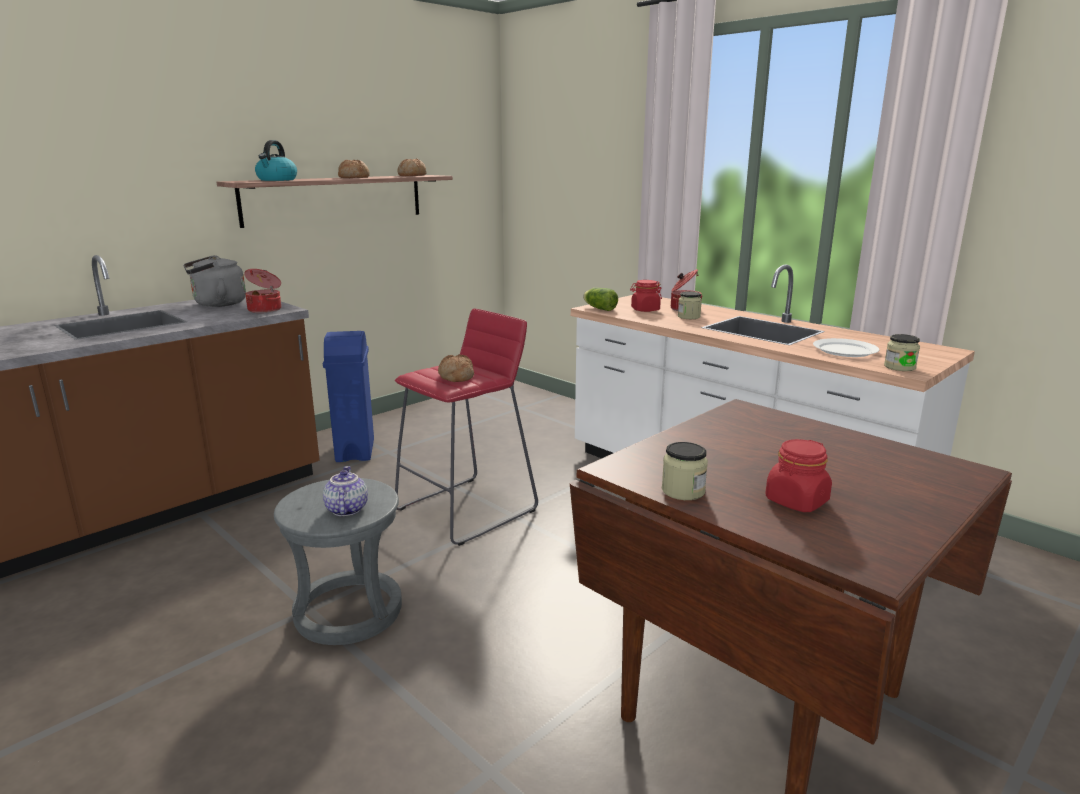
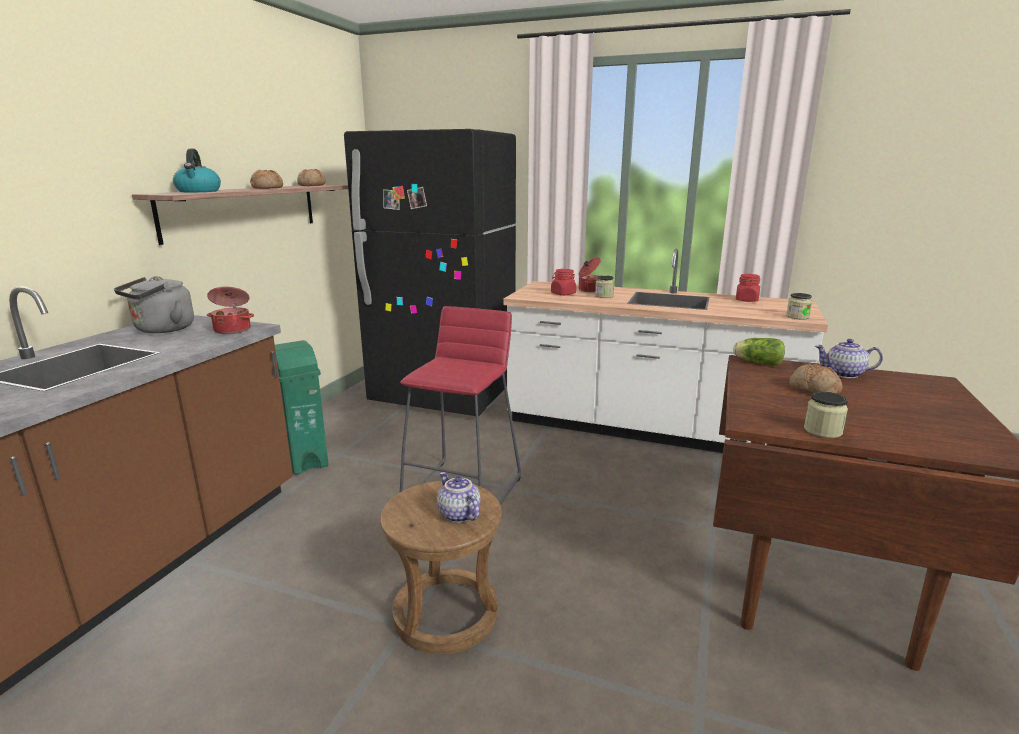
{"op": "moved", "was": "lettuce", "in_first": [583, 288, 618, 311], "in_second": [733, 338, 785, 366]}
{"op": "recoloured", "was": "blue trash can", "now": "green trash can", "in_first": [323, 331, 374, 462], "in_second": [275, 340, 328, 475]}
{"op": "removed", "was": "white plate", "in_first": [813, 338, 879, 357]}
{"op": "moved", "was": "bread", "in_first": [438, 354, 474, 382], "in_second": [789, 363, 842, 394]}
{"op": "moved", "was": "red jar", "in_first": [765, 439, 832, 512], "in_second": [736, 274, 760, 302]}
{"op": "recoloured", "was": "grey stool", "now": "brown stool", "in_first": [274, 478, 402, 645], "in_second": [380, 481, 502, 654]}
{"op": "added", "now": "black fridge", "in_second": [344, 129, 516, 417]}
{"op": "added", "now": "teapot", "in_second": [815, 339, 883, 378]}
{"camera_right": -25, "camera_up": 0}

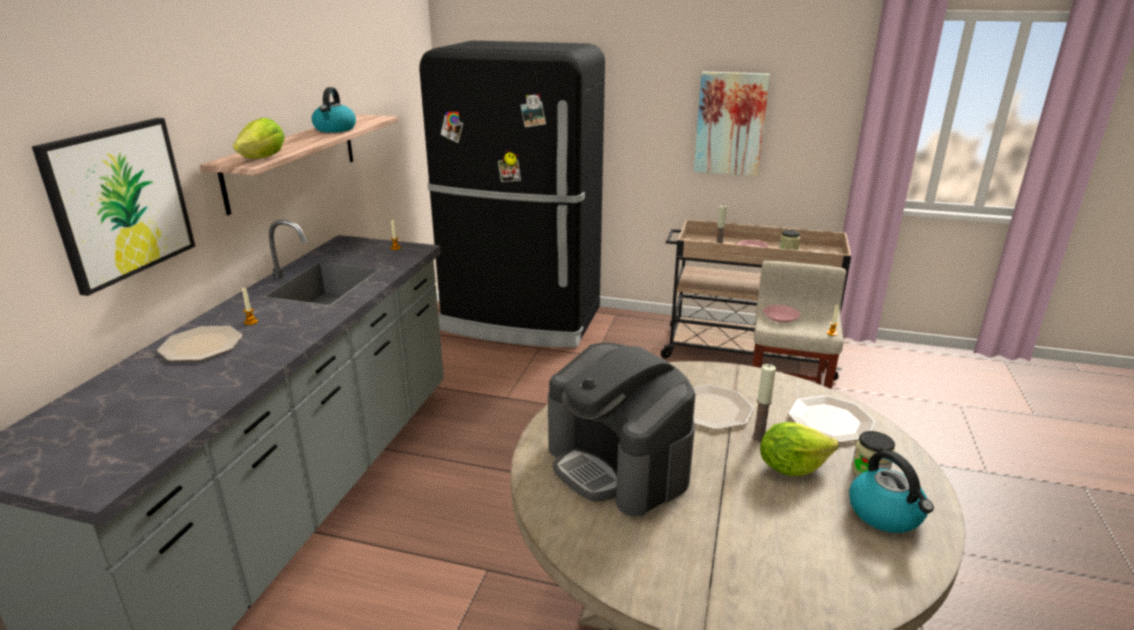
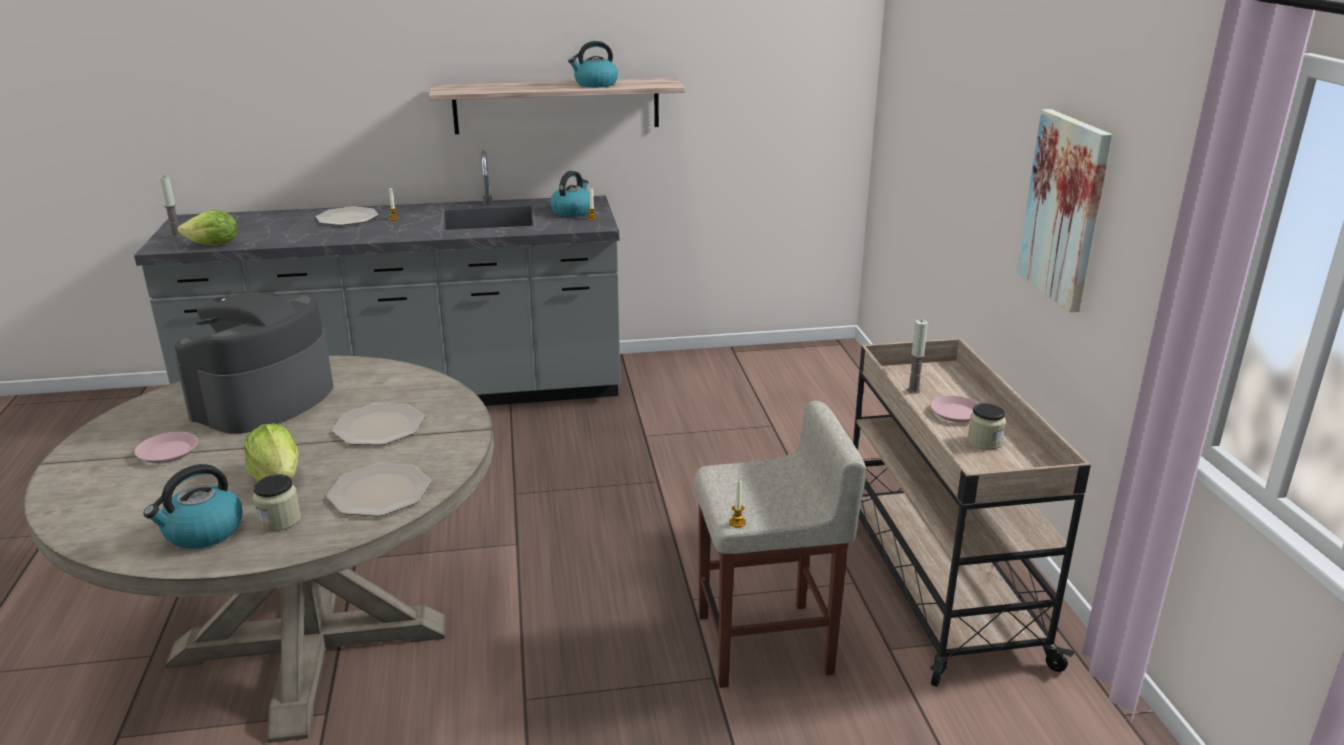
{"op": "removed", "was": "black fridge", "in_first": [419, 41, 605, 348]}
{"op": "removed", "was": "picture", "in_first": [32, 118, 195, 296]}
{"op": "moved", "was": "lettuce", "in_first": [233, 118, 285, 159], "in_second": [178, 210, 238, 245]}
{"op": "moved", "was": "pink plate", "in_first": [763, 305, 800, 323], "in_second": [134, 432, 198, 464]}
{"op": "moved", "was": "candle", "in_first": [752, 364, 776, 441], "in_second": [159, 175, 182, 238]}
{"op": "added", "now": "kettle", "in_second": [550, 171, 590, 217]}
{"camera_right": 65, "camera_up": 0}

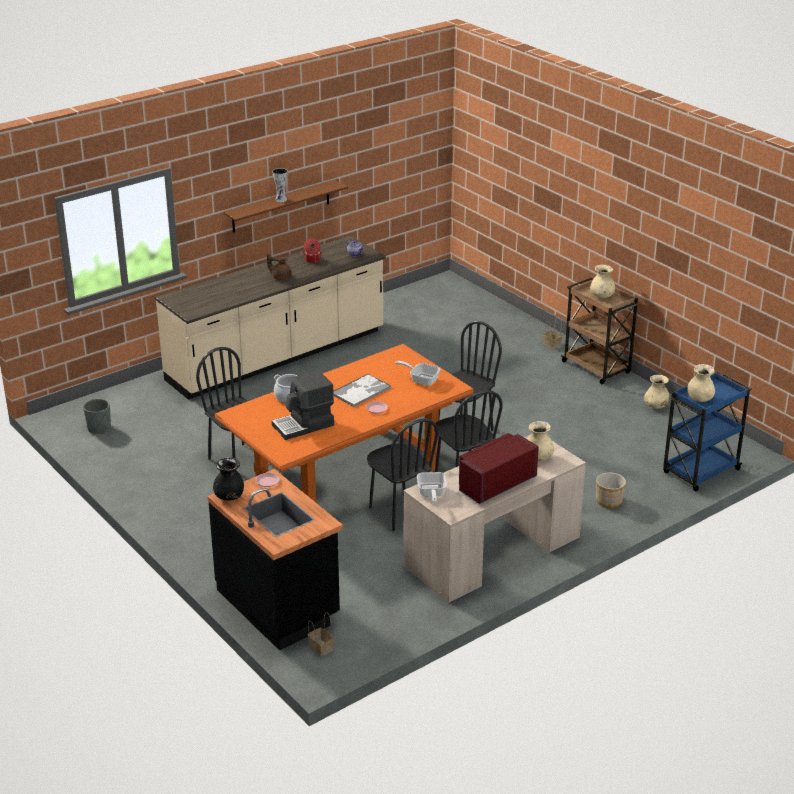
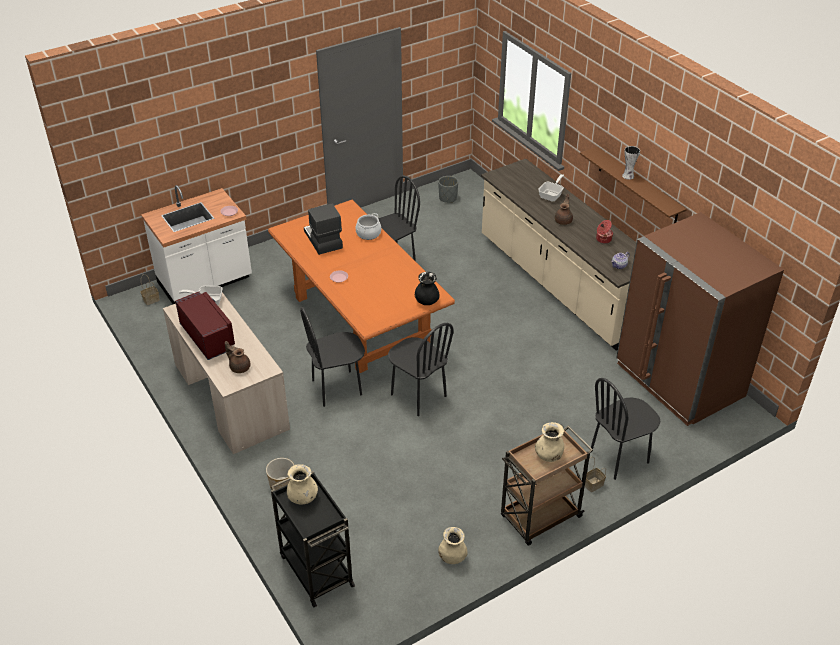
{"op": "moved", "was": "frying pan", "in_first": [395, 361, 440, 386], "in_second": [538, 174, 564, 202]}
{"op": "recoloured", "was": "blue cart", "now": "black cart", "in_first": [663, 372, 752, 492], "in_second": [271, 471, 356, 607]}
{"op": "removed", "was": "tray", "in_first": [333, 373, 392, 407]}
{"op": "moved", "was": "black chair", "in_first": [367, 419, 438, 531], "in_second": [591, 378, 660, 480]}
{"op": "replaced", "was": "beige vase", "now": "brown teapot", "in_first": [527, 421, 554, 461], "in_second": [225, 341, 250, 373]}
{"op": "moved", "was": "black vase", "in_first": [213, 458, 244, 501], "in_second": [415, 272, 439, 305]}
{"op": "recoloured", "was": "black counter", "now": "white counter", "in_first": [207, 469, 343, 650], "in_second": [141, 185, 252, 304]}
{"op": "added", "now": "brown fridge", "in_second": [616, 212, 784, 426]}
{"camera_right": 95, "camera_up": 10}

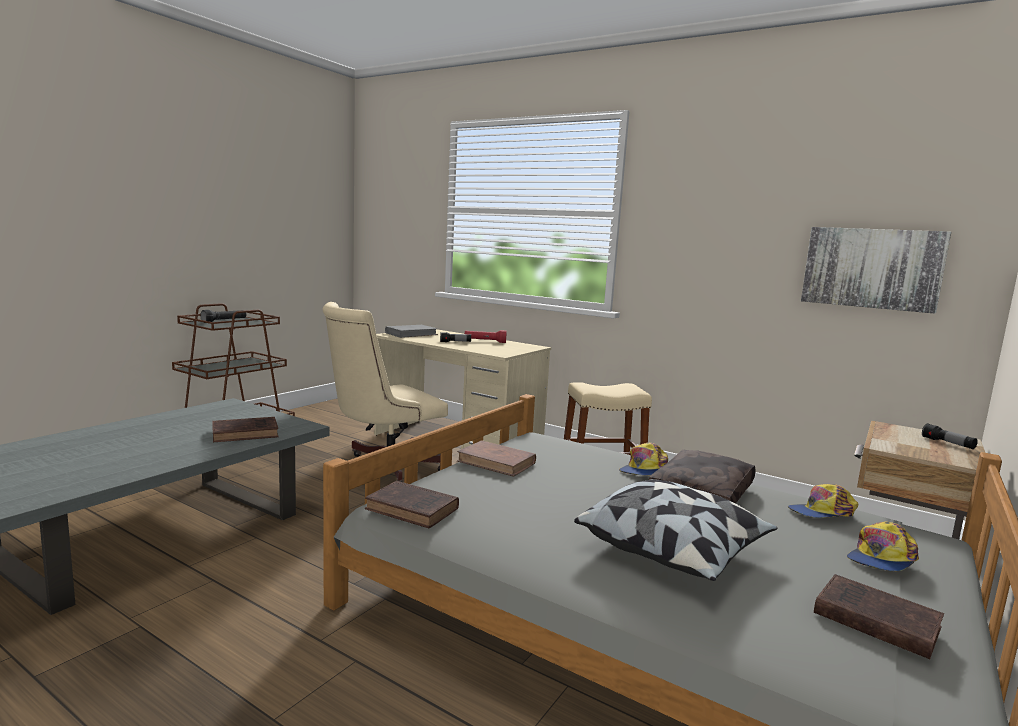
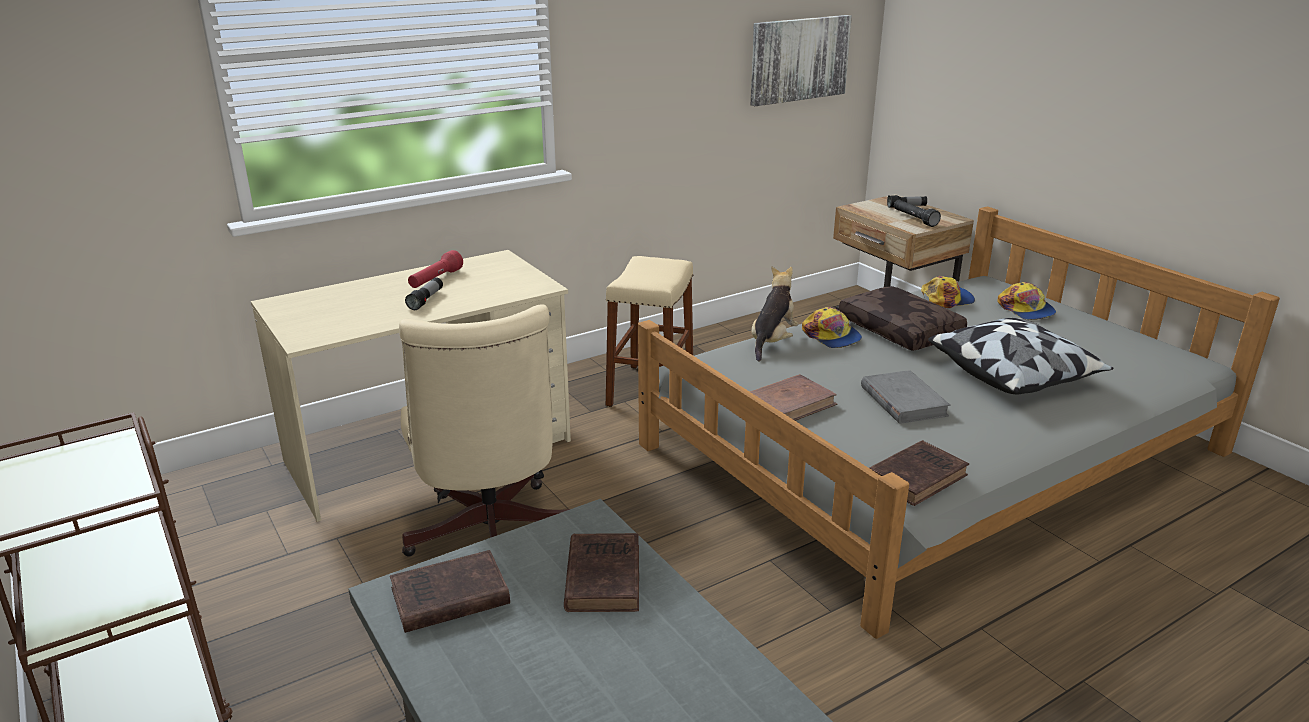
{"op": "moved", "was": "black flashlight", "in_first": [200, 310, 246, 323], "in_second": [894, 200, 941, 227]}
{"op": "moved", "was": "grey book", "in_first": [385, 325, 438, 338], "in_second": [861, 370, 951, 424]}
{"op": "turned", "was": "cap", "in_first": [788, 484, 858, 518], "in_second": [921, 276, 975, 308], "clockwise": -120}
{"op": "moved", "was": "brown book", "in_first": [814, 574, 944, 659], "in_second": [390, 550, 510, 633]}
{"op": "added", "now": "plush toy", "in_second": [751, 267, 798, 362]}
{"camera_right": -65, "camera_up": 15}

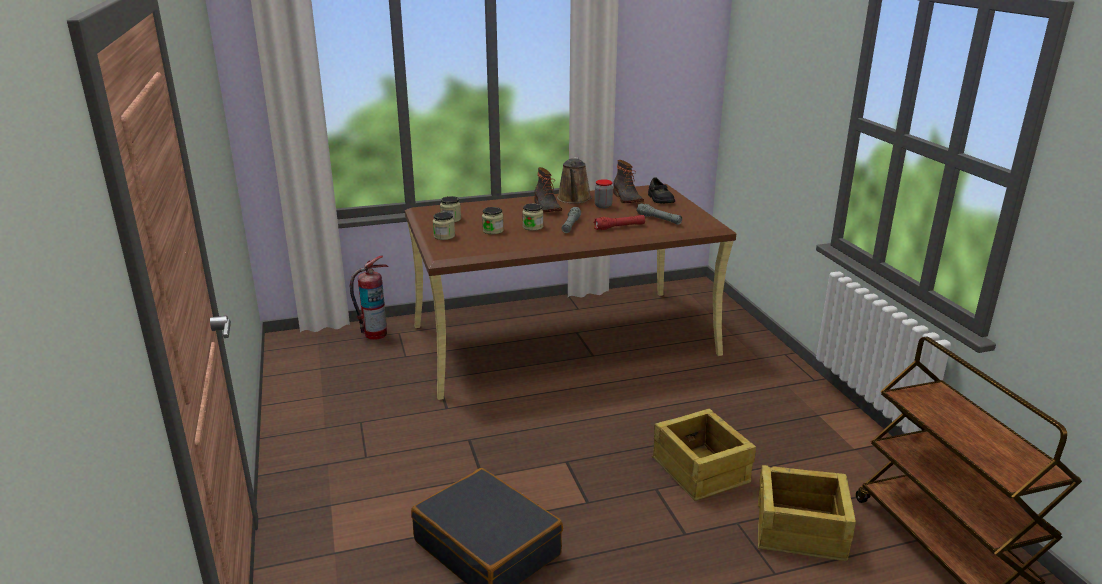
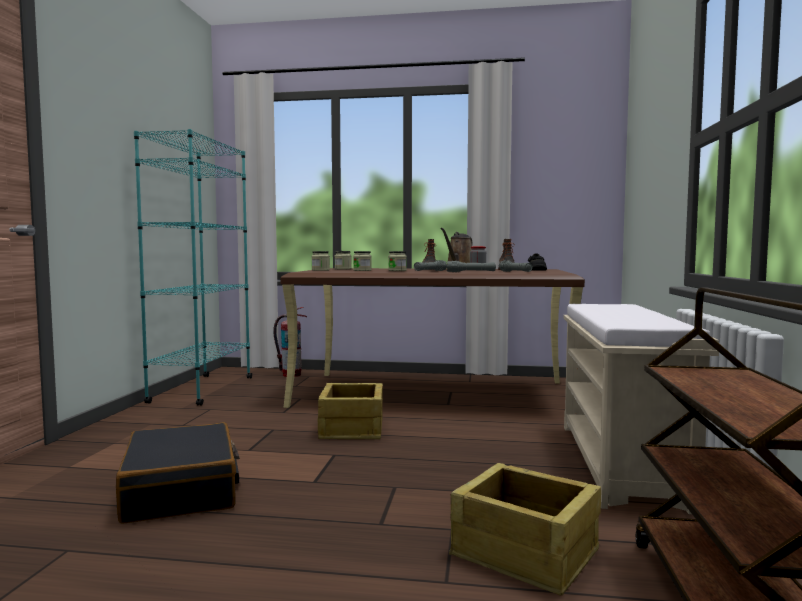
{"op": "recoloured", "was": "red flashlight", "now": "grey flashlight", "in_first": [593, 215, 645, 230], "in_second": [446, 261, 496, 272]}
{"op": "moved", "was": "crate", "in_first": [652, 409, 756, 501], "in_second": [318, 383, 383, 439]}
{"op": "added", "now": "turquoise bookcase", "in_second": [134, 129, 252, 406]}
{"op": "added", "now": "beige bench", "in_second": [563, 304, 719, 514]}
{"camera_right": 25, "camera_up": -20}

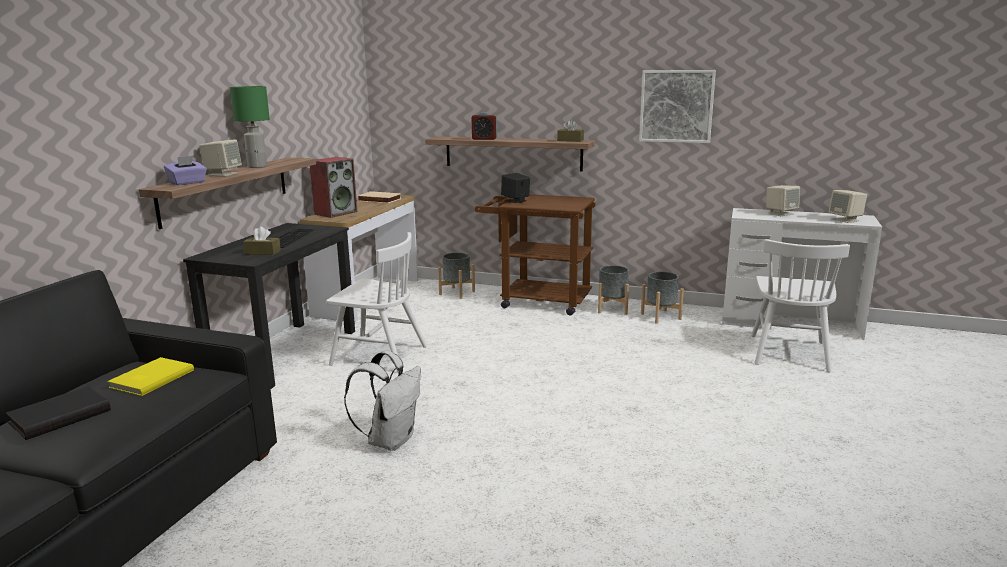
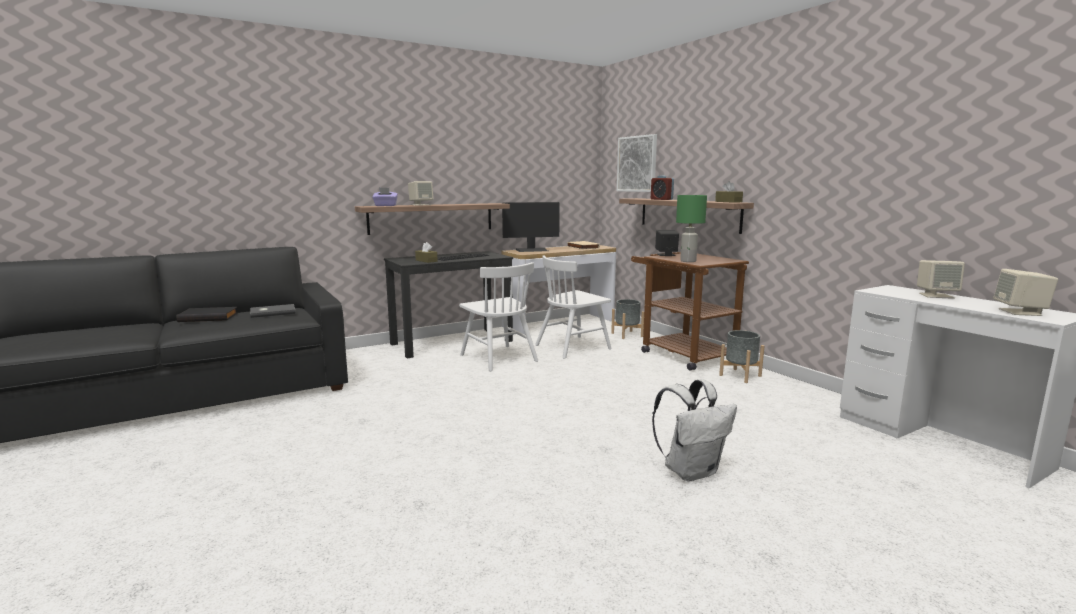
{"op": "moved", "was": "picture", "in_first": [639, 70, 716, 143], "in_second": [617, 134, 657, 192]}
{"op": "moved", "was": "green table lamp", "in_first": [230, 86, 270, 168], "in_second": [676, 195, 707, 262]}
{"op": "replaced", "was": "speaker", "now": "monitor", "in_first": [310, 157, 357, 218], "in_second": [502, 202, 560, 252]}
{"op": "moved", "was": "white chair", "in_first": [751, 239, 850, 372], "in_second": [535, 255, 612, 359]}
{"op": "removed", "was": "grey planter", "in_first": [641, 272, 684, 323]}
{"op": "moved", "was": "white backpack", "in_first": [344, 351, 421, 451], "in_second": [652, 379, 737, 482]}
{"op": "recoloured", "was": "yellow book", "now": "grey book", "in_first": [107, 357, 194, 396], "in_second": [250, 304, 296, 318]}
{"camera_right": 40, "camera_up": -5}

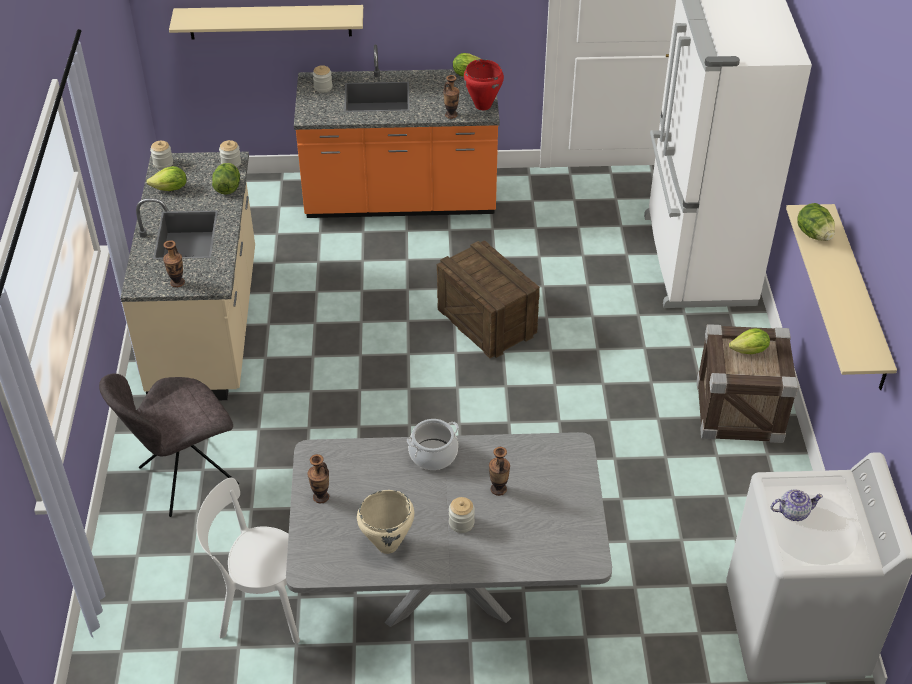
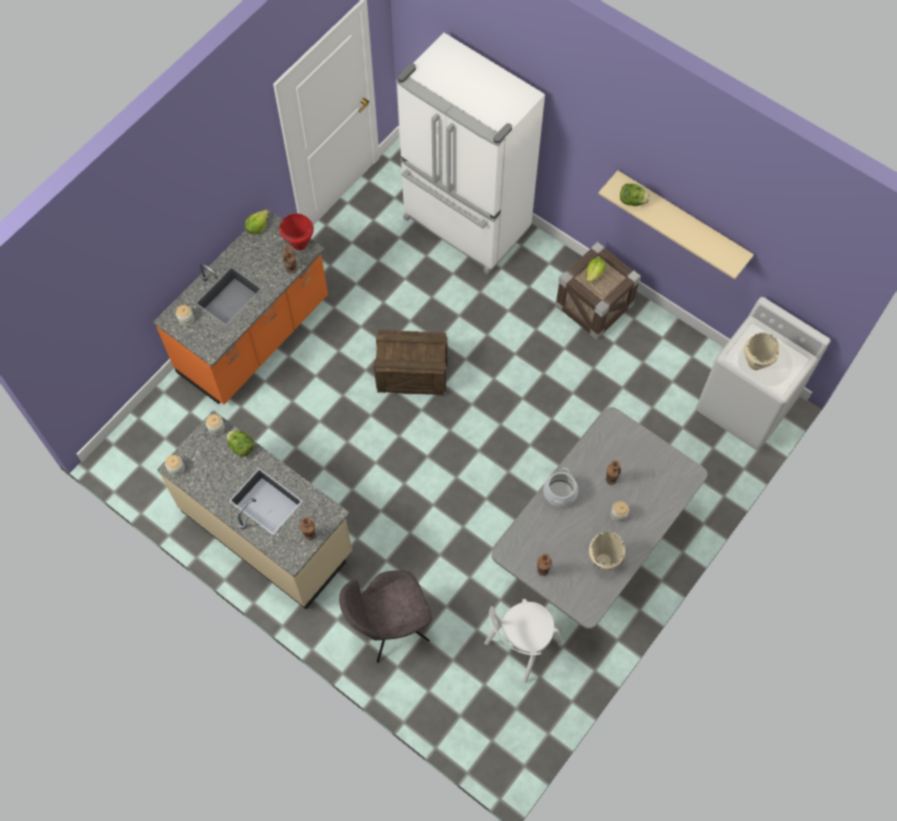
{"op": "removed", "was": "beige shelf", "in_first": [169, 5, 363, 39]}
{"op": "removed", "was": "lettuce", "in_first": [146, 166, 187, 191]}
{"op": "turned", "was": "grey chair", "in_first": [99, 373, 239, 517], "in_second": [339, 570, 432, 663], "clockwise": 60}
{"op": "replaced", "was": "teapot", "now": "beige cooking pot", "in_first": [771, 489, 823, 521], "in_second": [744, 333, 780, 370]}
{"camera_right": -50, "camera_up": 20}

